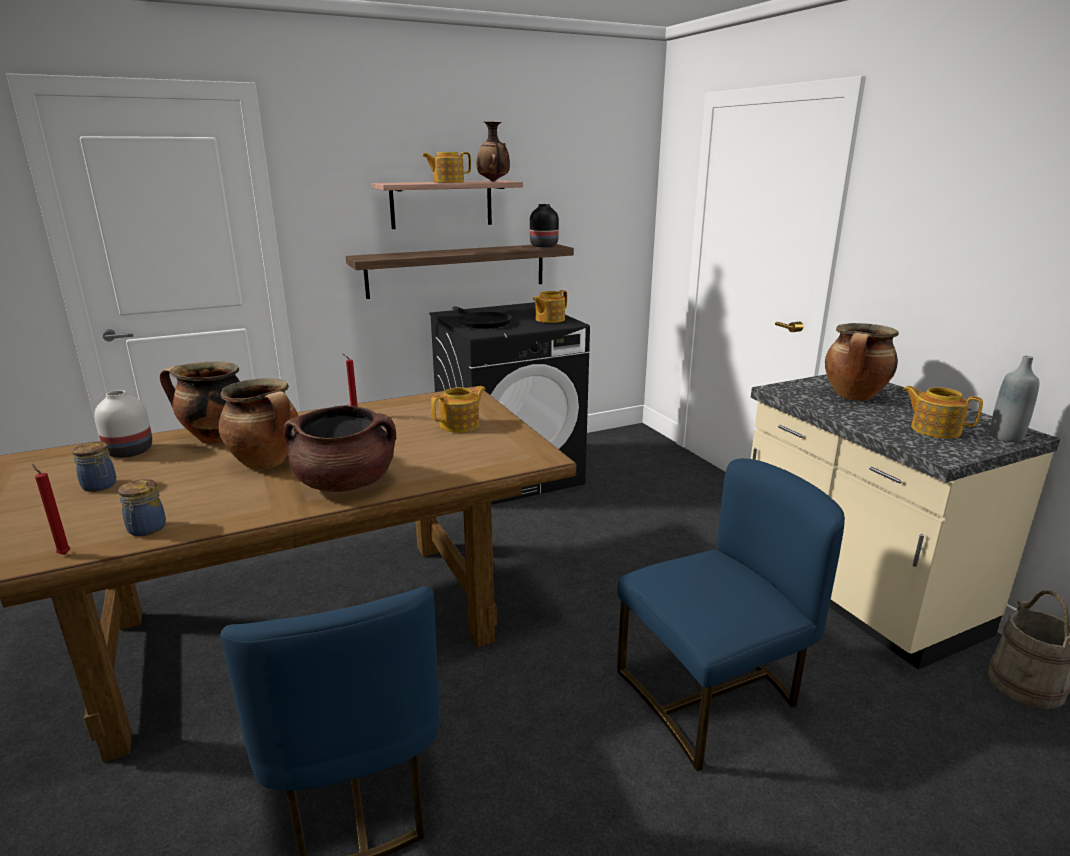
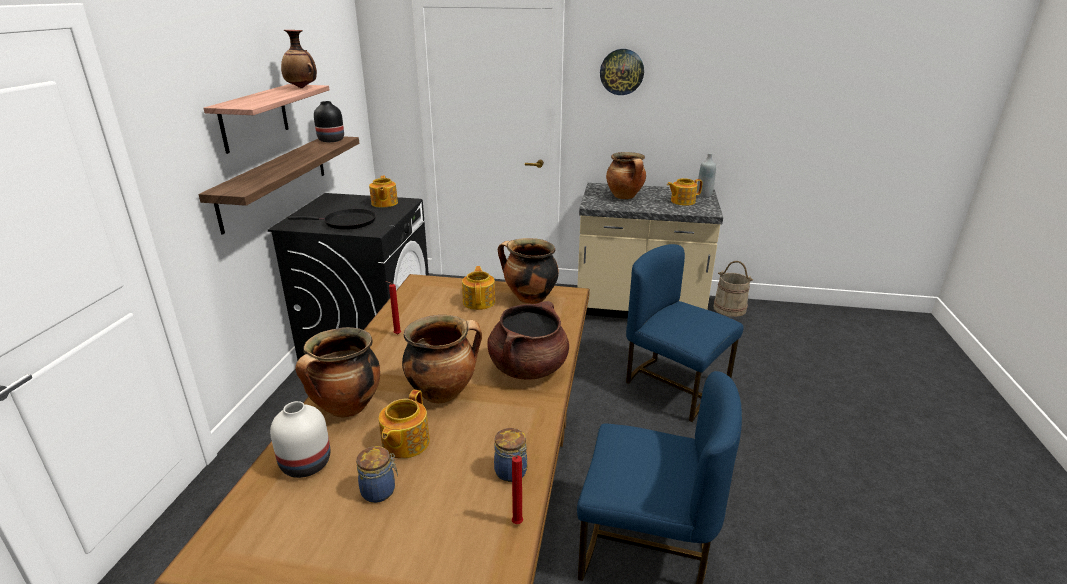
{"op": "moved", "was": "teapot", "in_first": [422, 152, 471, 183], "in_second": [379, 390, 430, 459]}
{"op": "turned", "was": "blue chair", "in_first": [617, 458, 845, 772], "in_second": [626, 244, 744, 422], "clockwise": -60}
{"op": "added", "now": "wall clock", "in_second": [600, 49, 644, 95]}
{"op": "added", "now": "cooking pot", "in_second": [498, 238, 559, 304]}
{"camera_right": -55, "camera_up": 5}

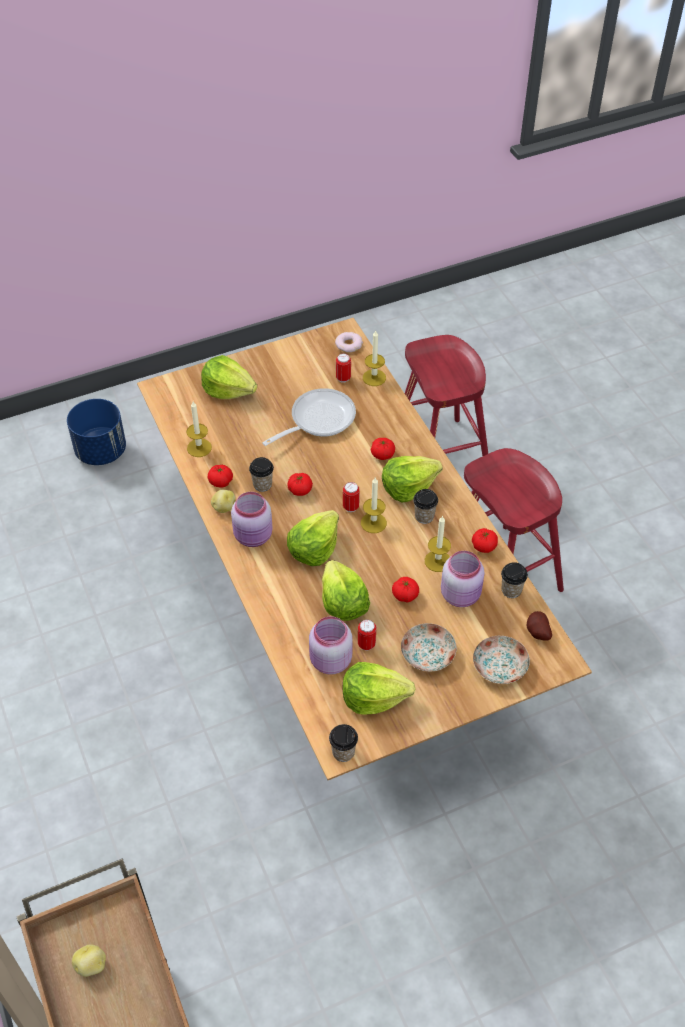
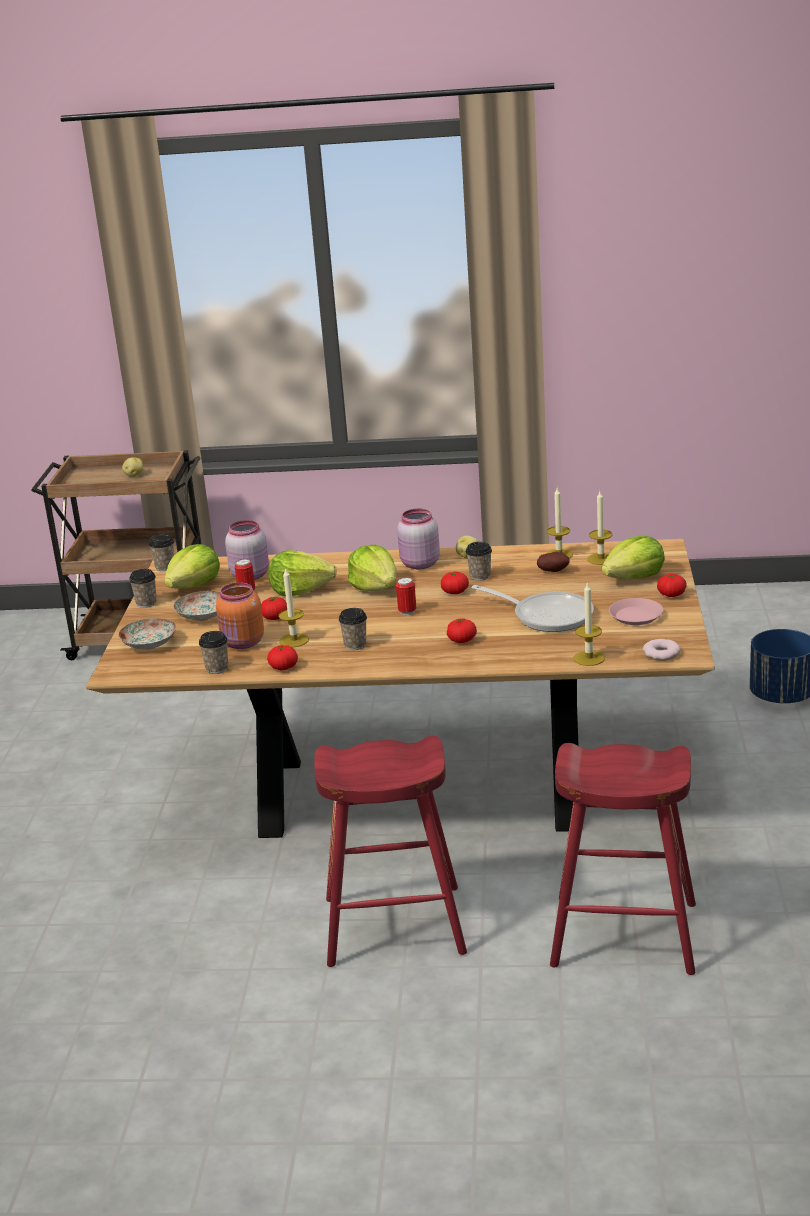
{"op": "removed", "was": "can", "in_first": [336, 353, 351, 383]}
{"op": "turned", "was": "frying pan", "in_first": [262, 388, 356, 446], "in_second": [472, 585, 594, 632], "clockwise": -45}
{"op": "removed", "was": "lettuce", "in_first": [382, 456, 443, 503]}
{"op": "moved", "was": "tomato", "in_first": [207, 465, 233, 488], "in_second": [657, 574, 687, 597]}
{"op": "moved", "was": "candle", "in_first": [361, 477, 387, 533], "in_second": [587, 491, 612, 565]}
{"op": "recoloured", "was": "pink jar", "now": "orange jar", "in_first": [441, 551, 485, 607], "in_second": [216, 583, 264, 649]}
{"op": "moved", "was": "potato", "in_first": [527, 611, 552, 641], "in_second": [537, 552, 570, 572]}
{"op": "added", "now": "cup", "in_second": [129, 569, 157, 608]}
{"op": "added", "now": "pink plate", "in_second": [609, 598, 663, 625]}
{"camera_right": 120, "camera_up": -25}

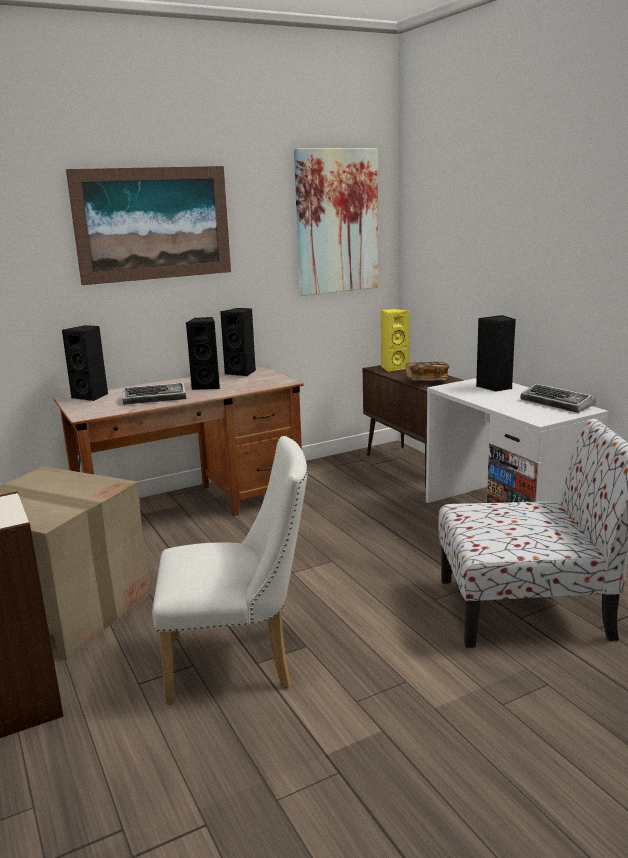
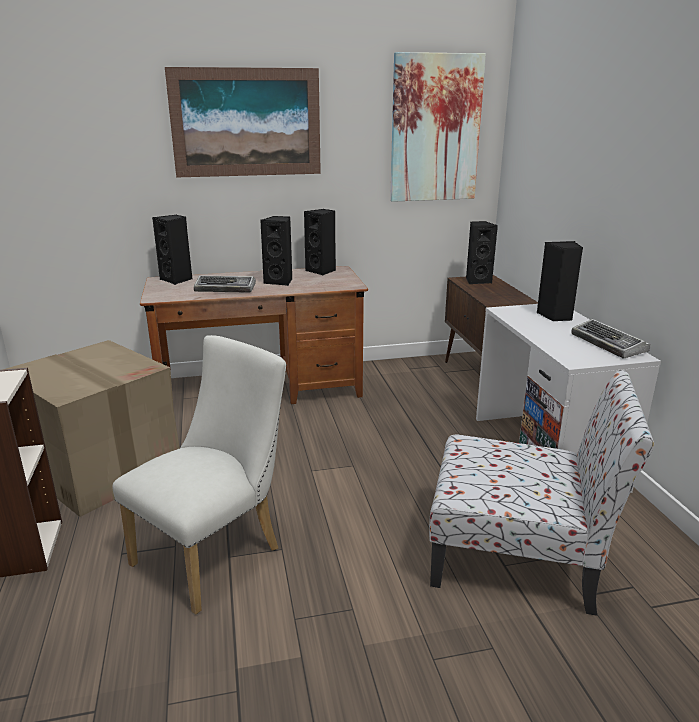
{"op": "recoloured", "was": "yellow speaker", "now": "black speaker", "in_first": [381, 308, 410, 372], "in_second": [466, 221, 498, 284]}
{"op": "removed", "was": "book", "in_first": [405, 362, 449, 381]}
{"op": "turned", "was": "white chair", "in_first": [152, 436, 307, 705], "in_second": [112, 335, 286, 614], "clockwise": -60}
{"camera_right": 15, "camera_up": 5}

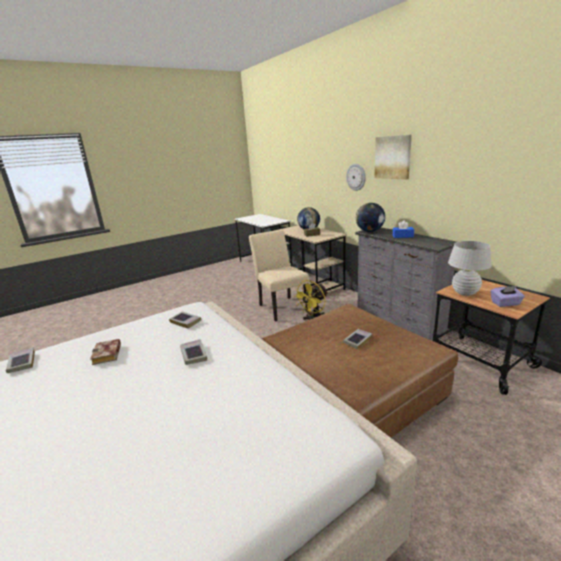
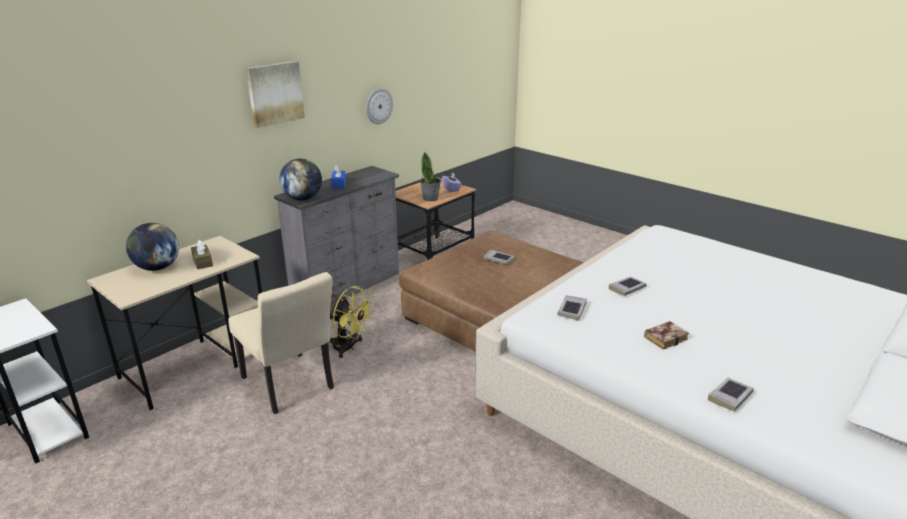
{"op": "moved", "was": "wall clock", "in_first": [346, 164, 366, 191], "in_second": [366, 88, 393, 124]}
{"op": "turned", "was": "beige chair", "in_first": [249, 229, 309, 322], "in_second": [228, 272, 334, 414], "clockwise": -90}
{"op": "replaced", "was": "white table lamp", "now": "potted plant", "in_first": [448, 241, 492, 296], "in_second": [420, 152, 441, 201]}
{"camera_right": -105, "camera_up": 5}

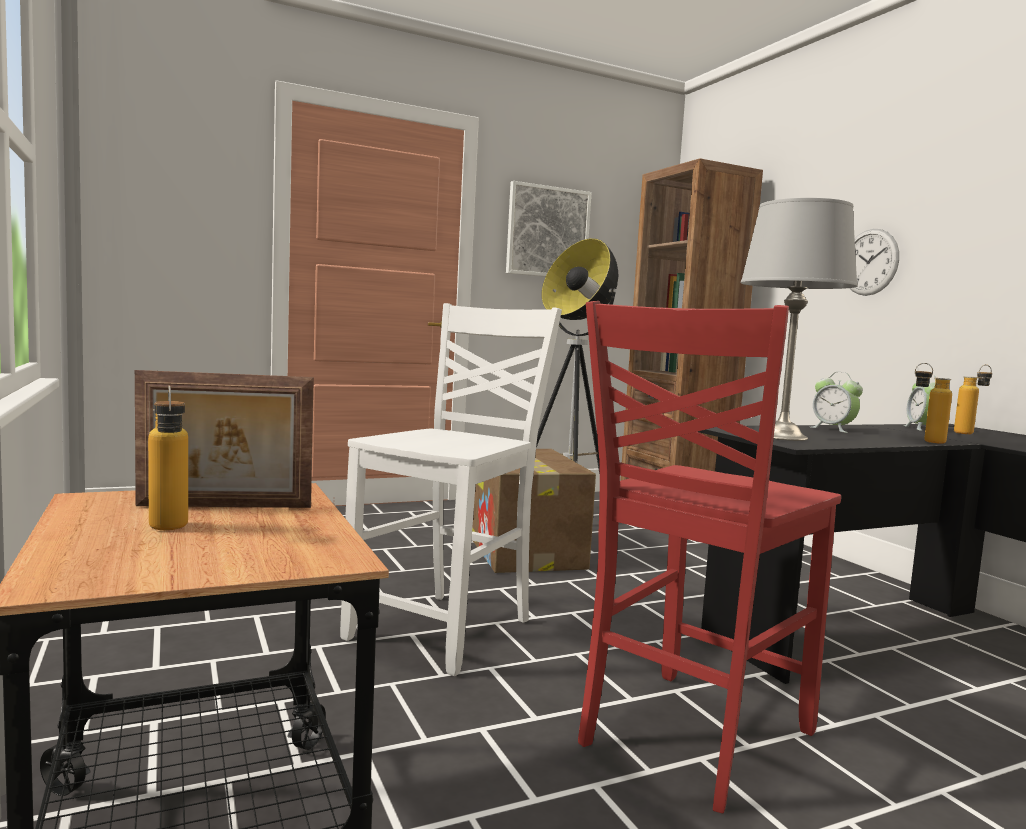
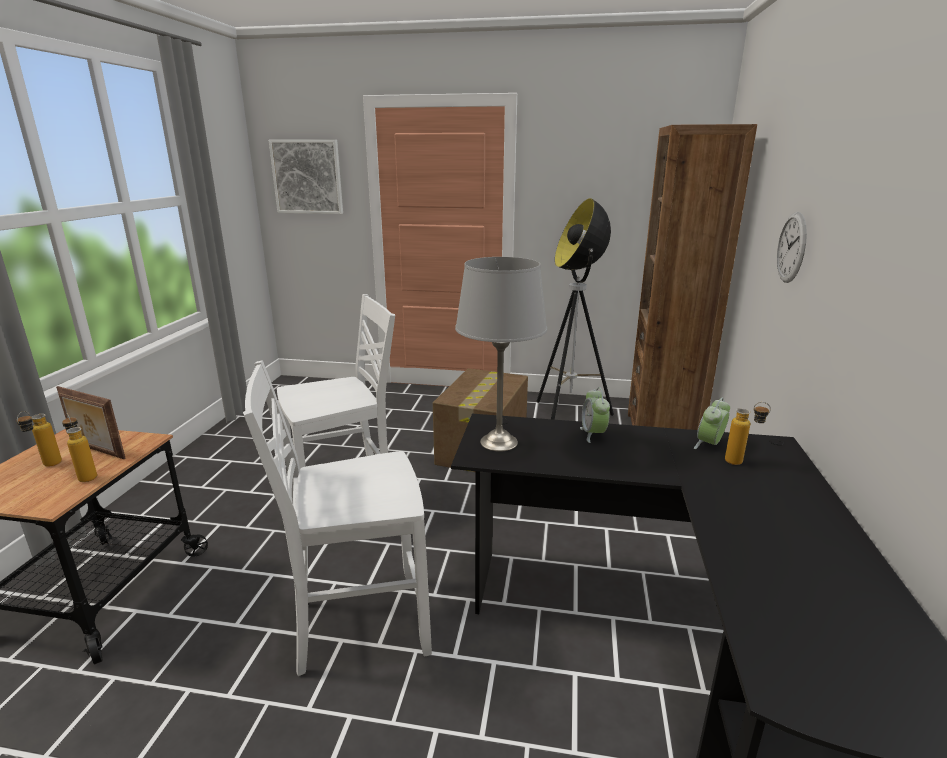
{"op": "moved", "was": "picture", "in_first": [506, 181, 591, 277], "in_second": [269, 140, 343, 214]}
{"op": "recoloured", "was": "red chair", "now": "white chair", "in_first": [578, 301, 841, 814], "in_second": [243, 360, 432, 676]}
{"op": "moved", "was": "bottle", "in_first": [915, 363, 952, 444], "in_second": [62, 413, 97, 482]}
{"camera_right": 35, "camera_up": 15}

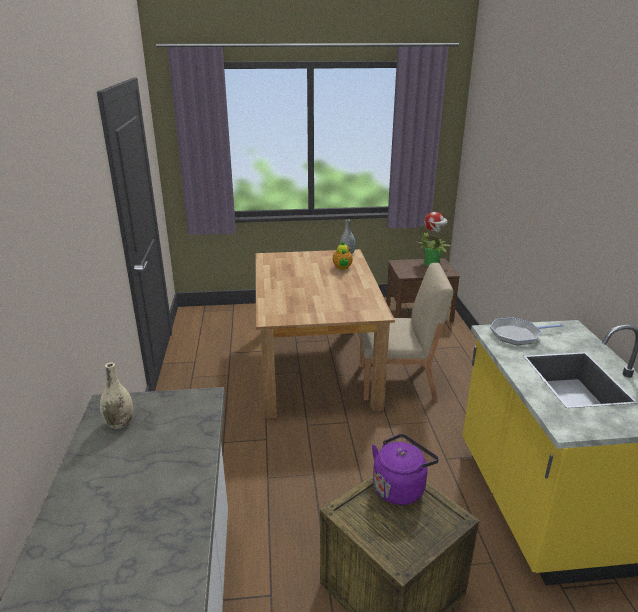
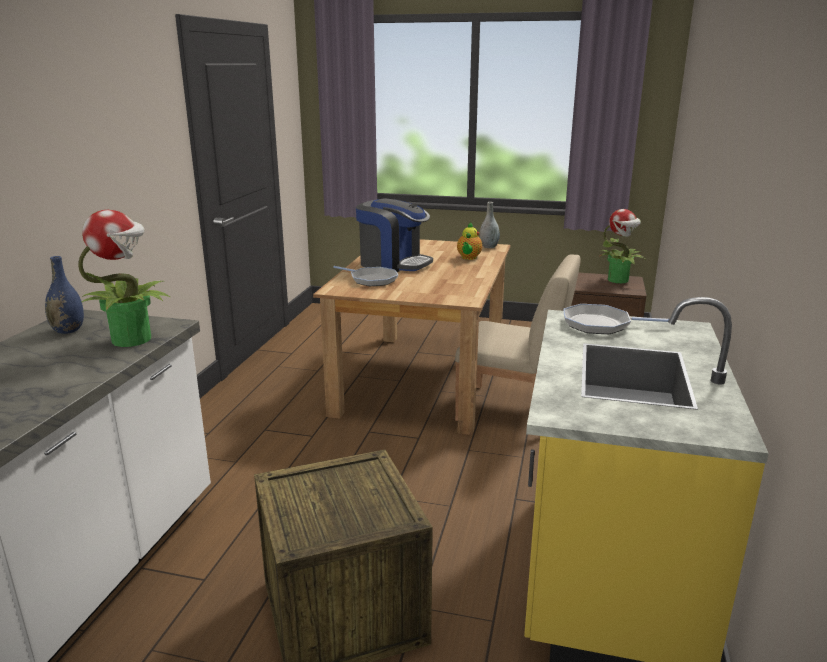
{"op": "recoloured", "was": "beige vase", "now": "blue vase", "in_first": [100, 363, 133, 429], "in_second": [45, 256, 84, 334]}
{"op": "removed", "was": "purple kettle", "in_first": [372, 434, 439, 505]}
{"op": "added", "now": "coffee machine", "in_second": [356, 198, 433, 272]}
{"op": "added", "now": "potted plant", "in_second": [78, 210, 171, 347]}
{"op": "added", "now": "frying pan", "in_second": [333, 266, 398, 286]}
{"camera_right": 20, "camera_up": -5}

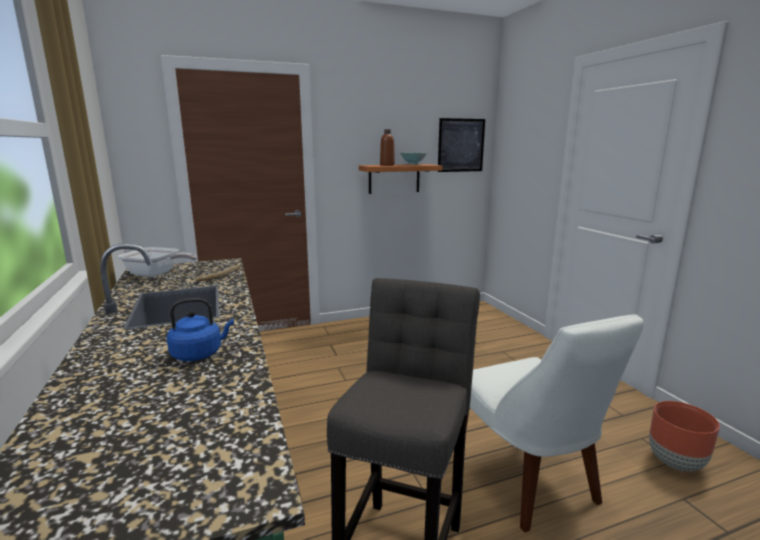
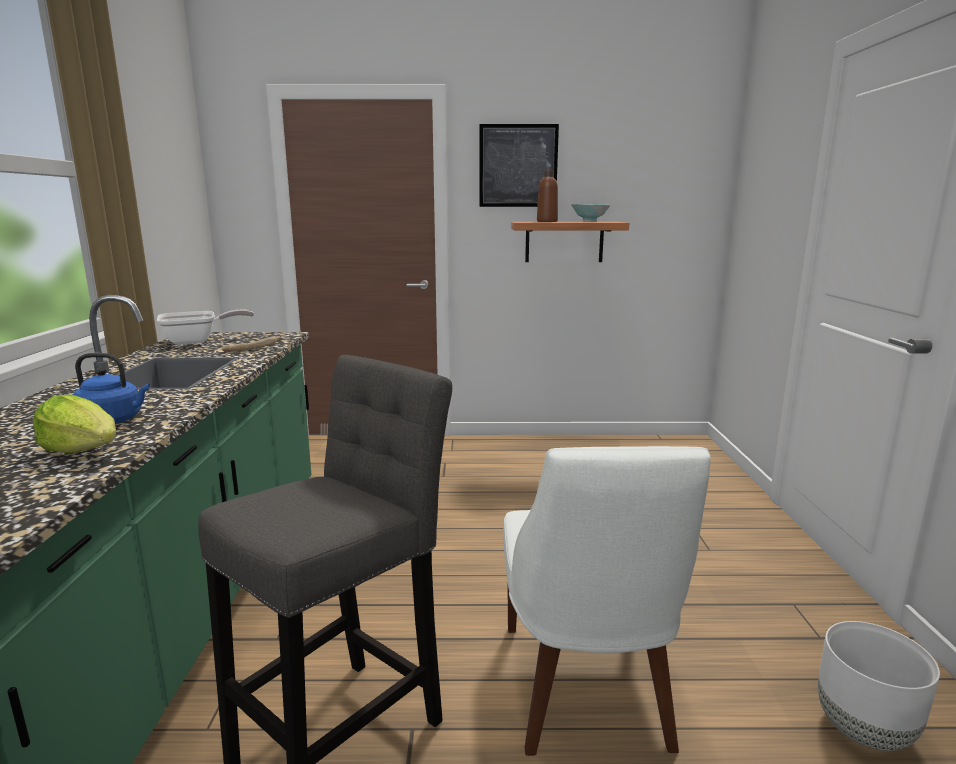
{"op": "moved", "was": "picture", "in_first": [438, 118, 485, 172], "in_second": [480, 124, 559, 207]}
{"op": "turned", "was": "frying pan", "in_first": [118, 247, 197, 277], "in_second": [157, 309, 254, 345], "clockwise": -60}
{"op": "recoloured", "was": "brown planter", "now": "white planter", "in_first": [649, 401, 720, 471], "in_second": [818, 621, 940, 751]}
{"op": "added", "now": "lettuce", "in_second": [33, 394, 116, 453]}
{"camera_right": 20, "camera_up": 0}

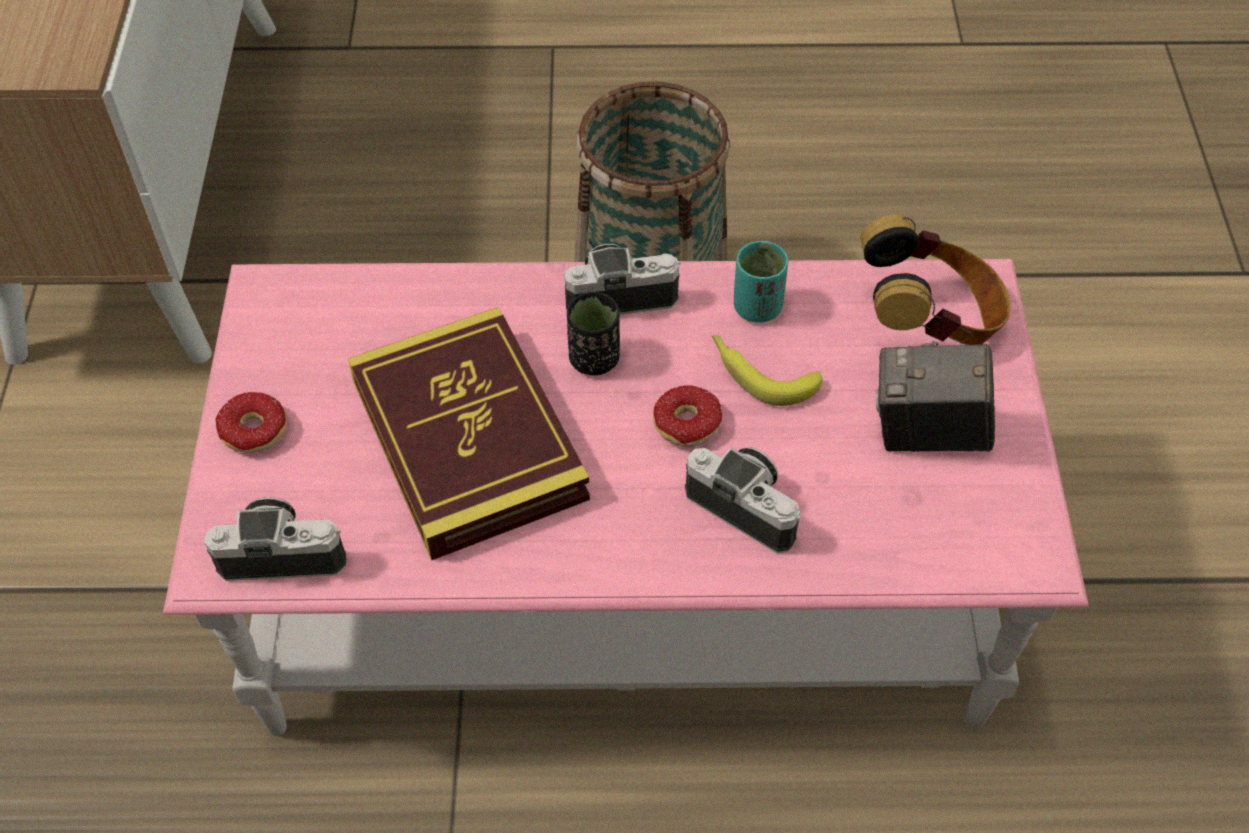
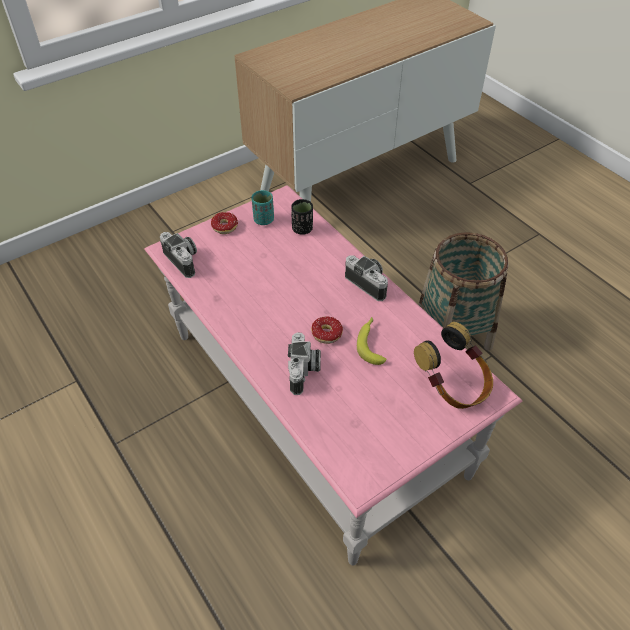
{"op": "moved", "was": "turquoise cup", "in_first": [734, 241, 788, 323], "in_second": [251, 190, 274, 225]}
{"op": "moved", "was": "black cup", "in_first": [567, 292, 620, 375], "in_second": [291, 199, 313, 235]}
{"op": "removed", "was": "book", "in_first": [348, 307, 590, 560]}
{"op": "removed", "was": "photo camera", "in_first": [876, 341, 995, 452]}
{"camera_right": 55, "camera_up": -5}

